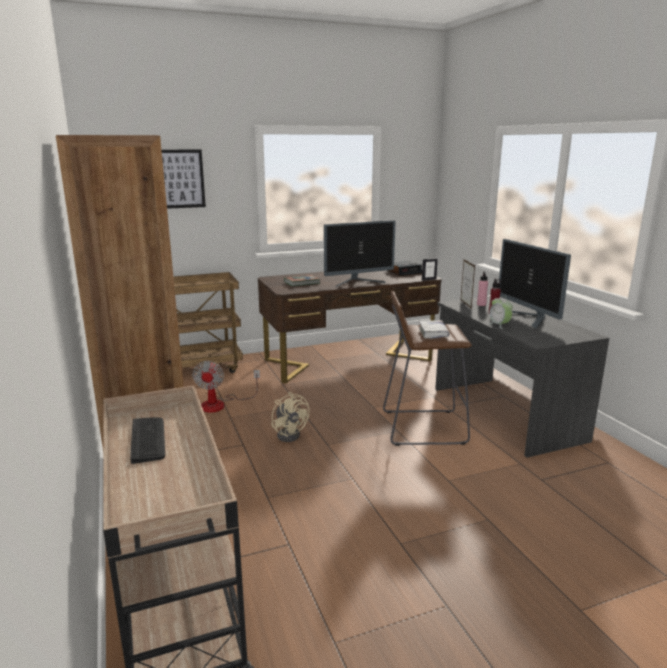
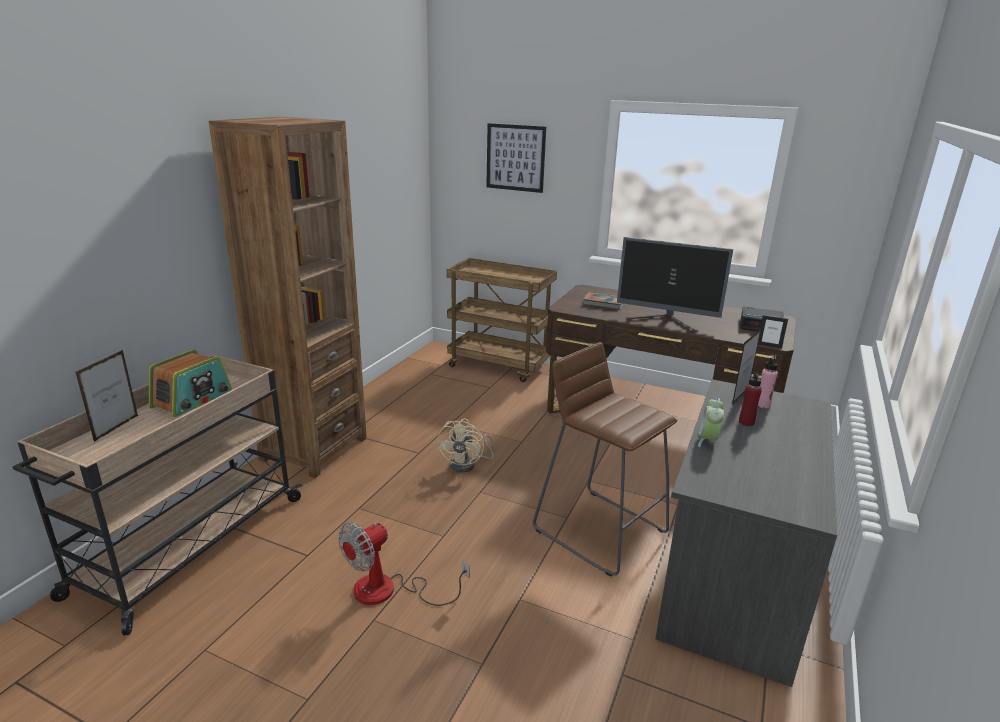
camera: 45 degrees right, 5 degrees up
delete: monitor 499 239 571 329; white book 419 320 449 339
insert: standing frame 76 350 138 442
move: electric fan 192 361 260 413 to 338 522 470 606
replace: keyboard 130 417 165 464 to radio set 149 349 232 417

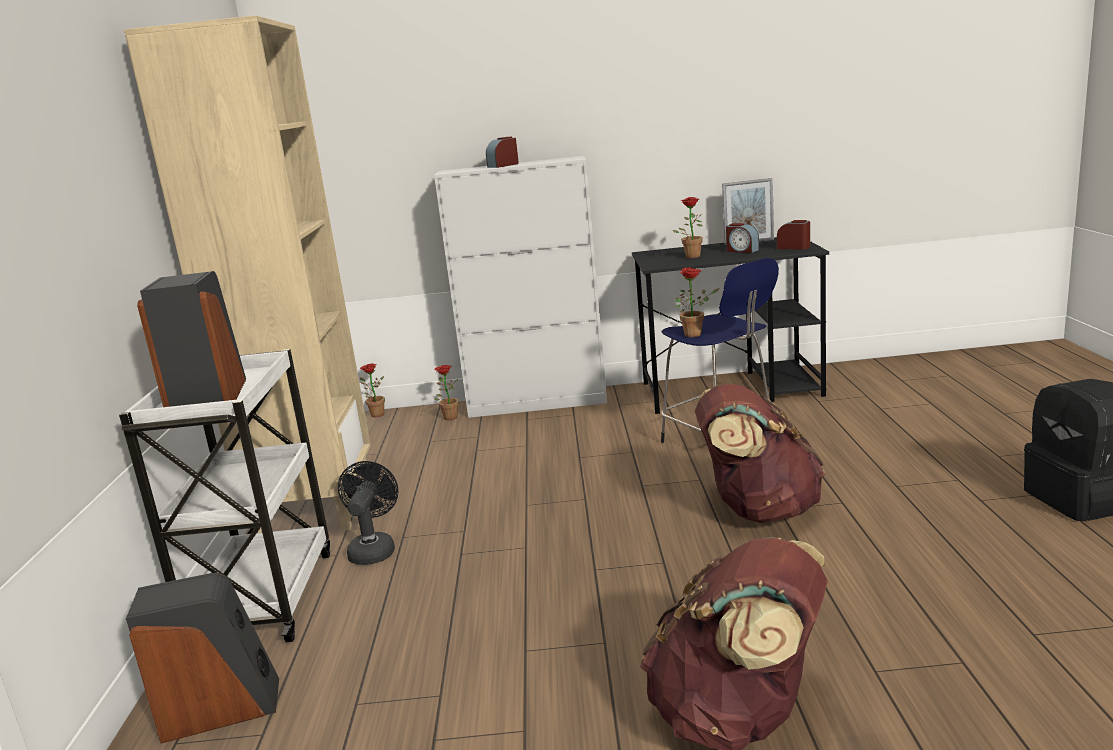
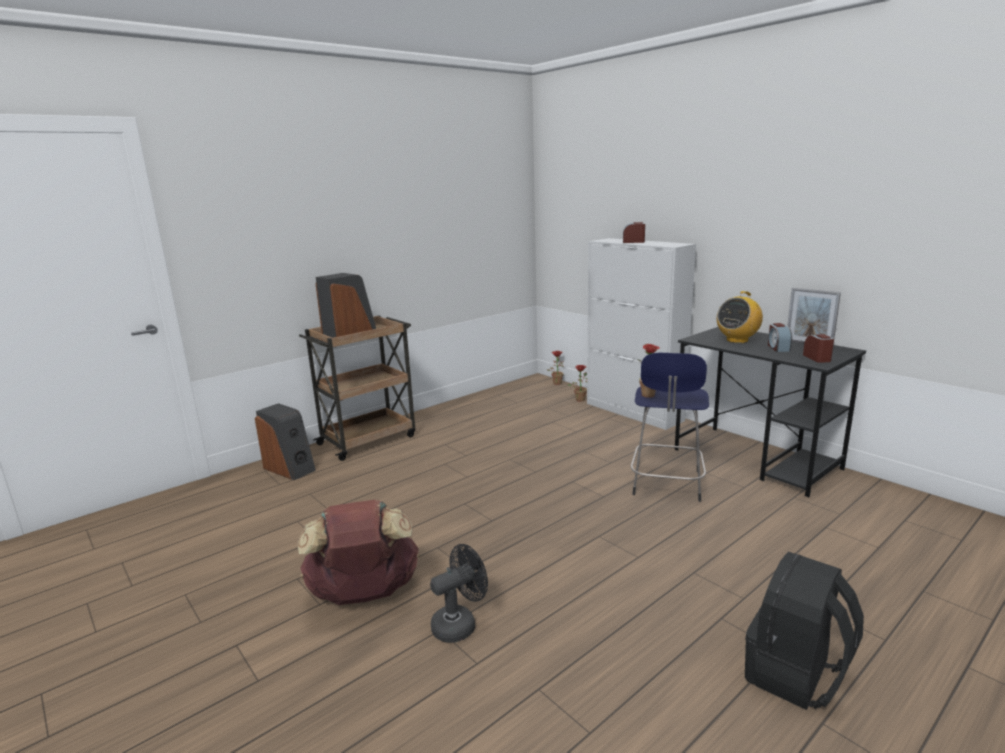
camera: 50 degrees right, 0 degrees up
delete: beige bookcase 124 15 371 533; brown backpack 695 384 825 523
move: blackish electric fan 338 461 398 565 to 430 544 488 643
replace: houseplant 673 197 703 258 to radio set 717 291 763 343
recolor: white trolley 119 349 330 642 to brown trolley 299 315 415 461

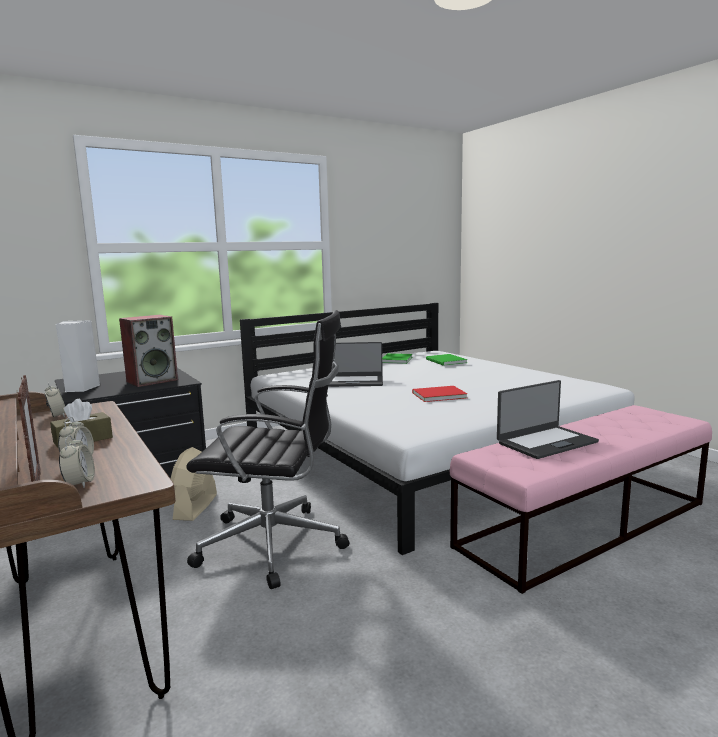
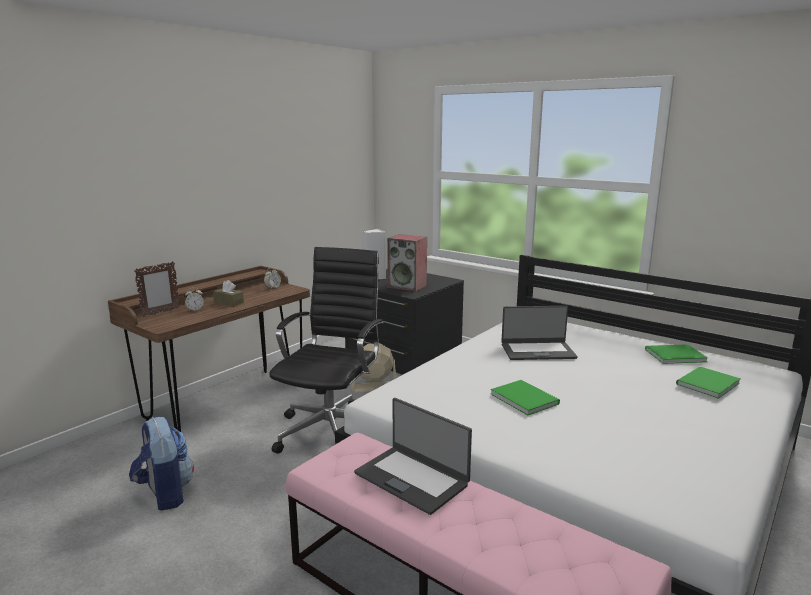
camera: 70 degrees right, 5 degrees up
delete: table clock 59 435 95 488
insert: backpack 129 417 194 510
recolor: red book 412 386 467 402 to greenish book 491 380 560 415
rotate: blackish desk chair 186 310 349 589 = 269 247 384 454 150 degrees counterclockwise; laptop 328 342 383 387 = 501 306 578 360 75 degrees counterclockwise

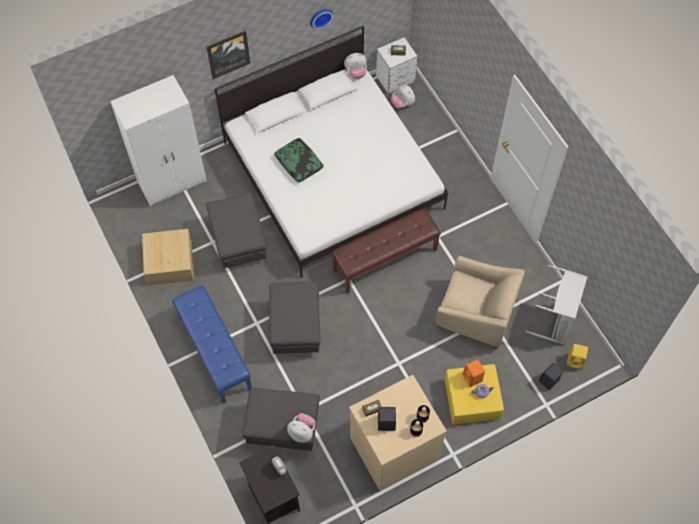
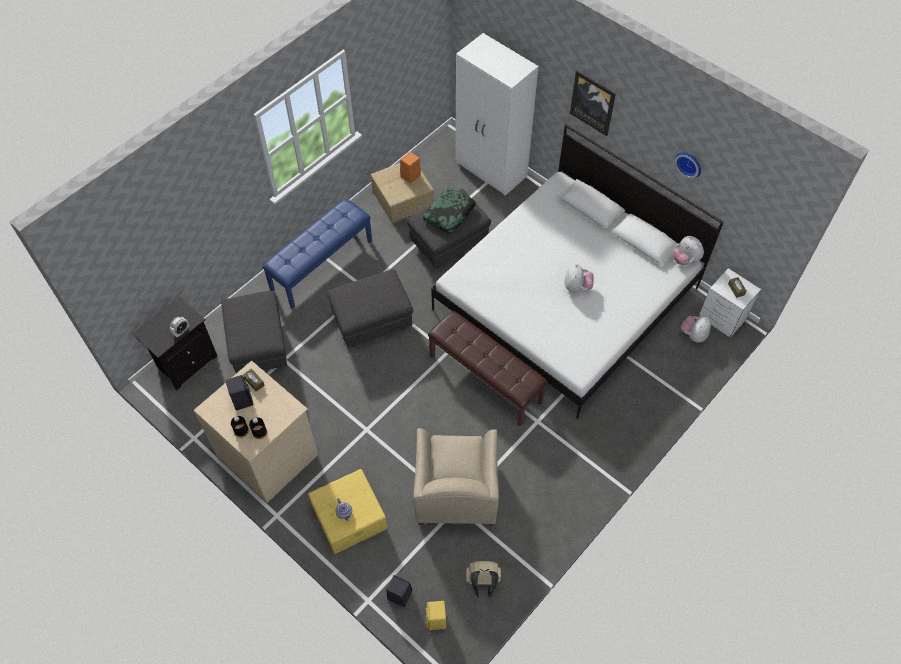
camera: 70 degrees right, 5 degrees down
move: throw pillow 274 138 324 182 to 422 188 477 233; orangey speaker 463 359 485 387 to 400 152 421 183; soft toy 287 413 316 443 to 564 264 594 292
replace: grey laundry basket 526 265 588 345 to beige backpack 466 561 501 597

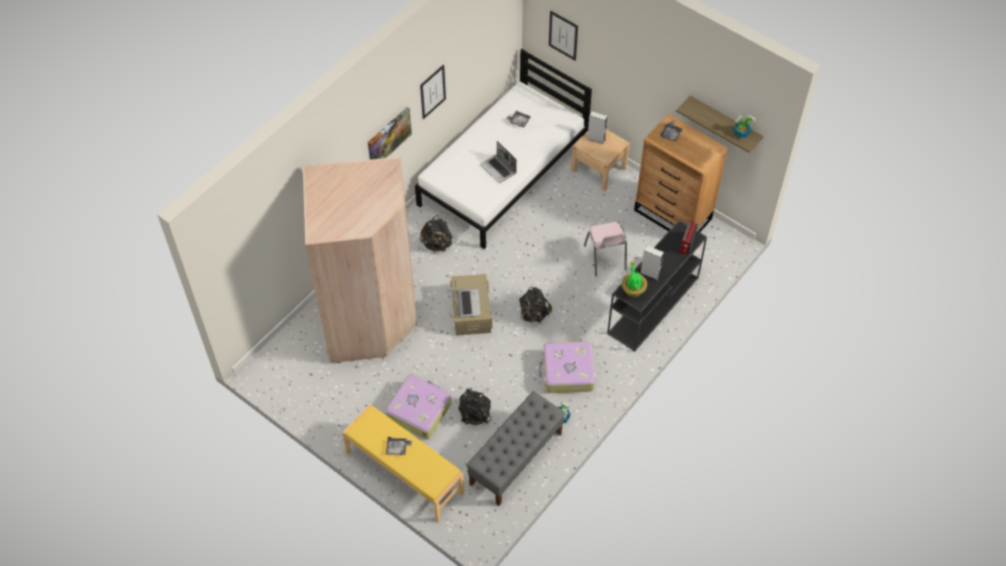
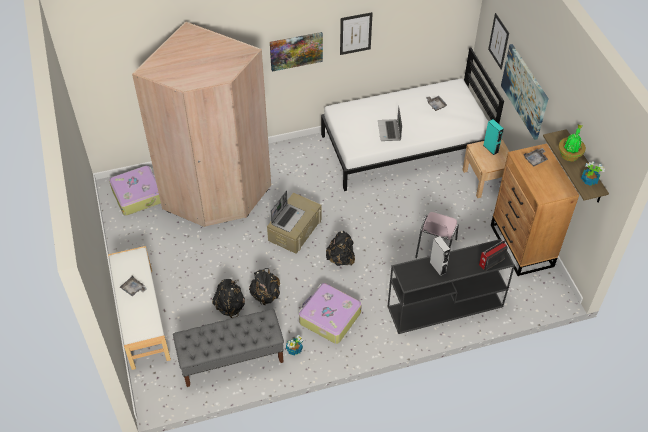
camera: 35 degrees right, 5 degrees down
insert: picture 501 44 549 140
move: blackish backpack 420 215 453 252 to 249 268 280 306; houseplant 621 261 647 297 to 558 124 586 161; travel case 386 375 452 439 to 109 166 161 216
recolor: grey speaker 587 111 607 144 to turquoise speaker 483 119 504 155; yellow-coloured long seat 342 404 464 522 to white long seat 108 246 171 370

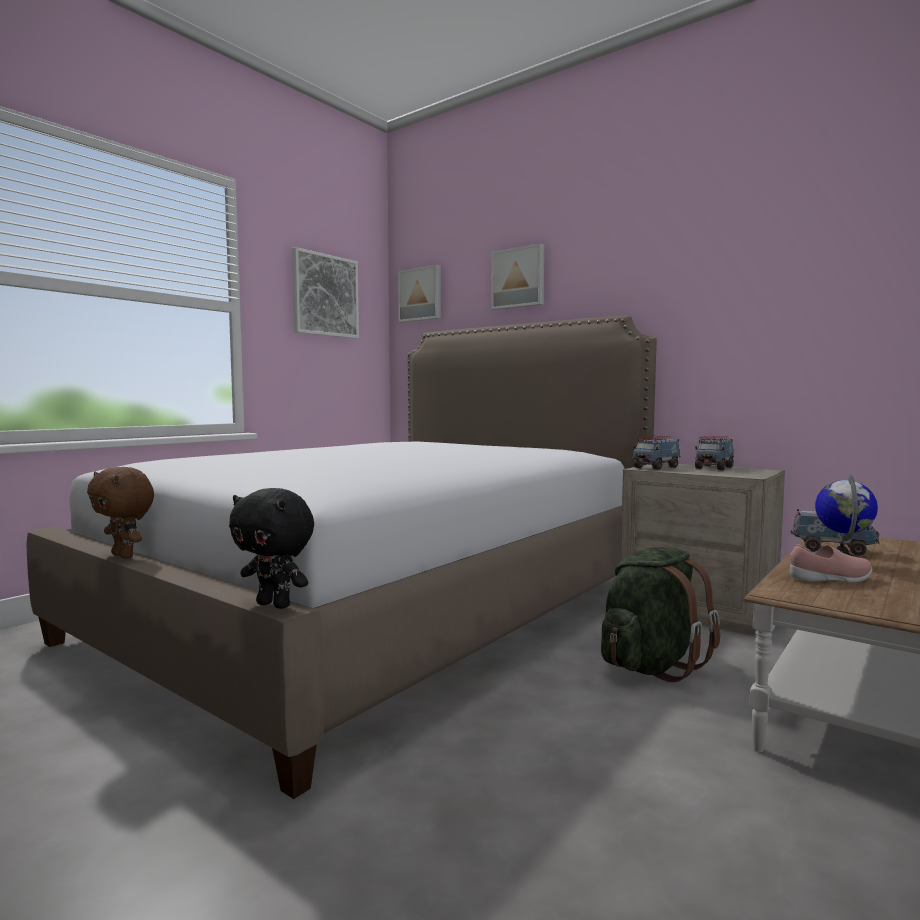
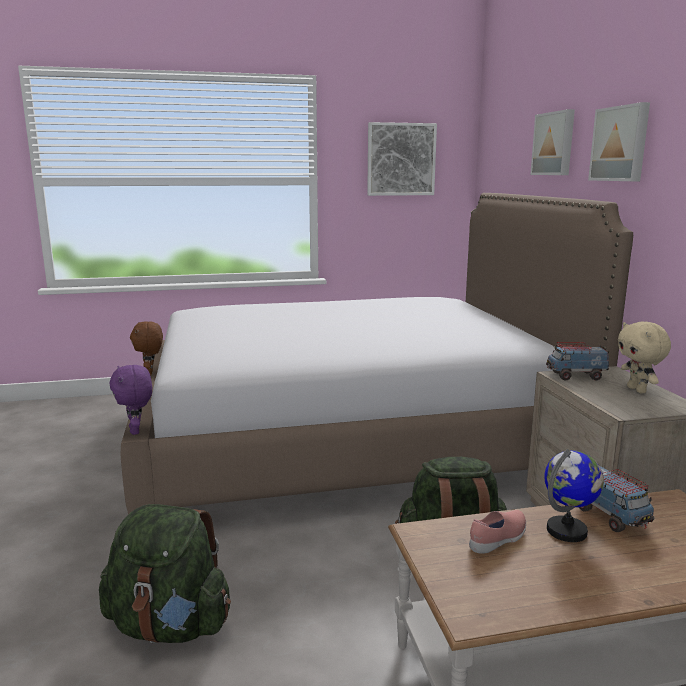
camera: 40 degrees right, 10 degrees up
insert: greenish backpack 99 504 231 643
move: picture 398 265 441 323 to 588 102 650 181
replace: model truck 695 436 734 470 to beige soft toy 618 322 671 393
recolor: blackish soft toy 229 488 314 609 to purple-coloured soft toy 110 365 152 435
rotate: pink-coloured shoe 789 544 873 583 = 469 510 526 554 75 degrees counterclockwise

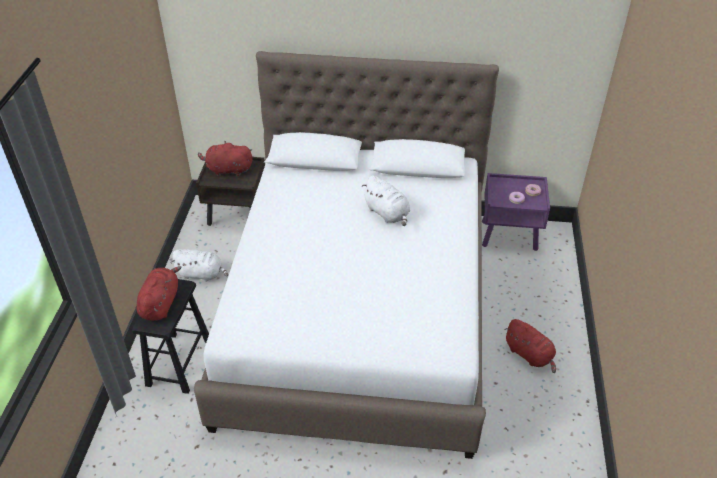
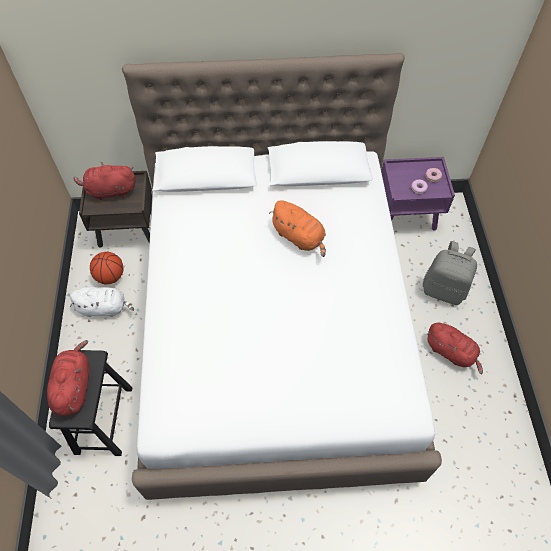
camera: 10 degrees left, 15 degrees up
insert: grey backpack 423 241 477 305; basketball ball 90 252 123 284
recolor: white soft toy 362 176 410 226 to orangey soft toy 269 200 326 257

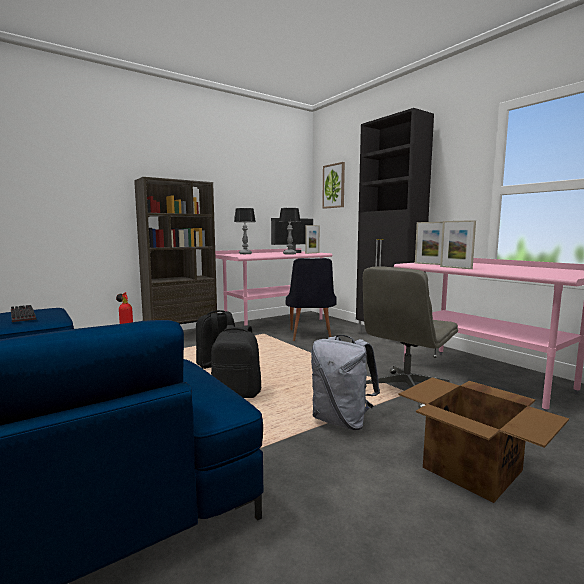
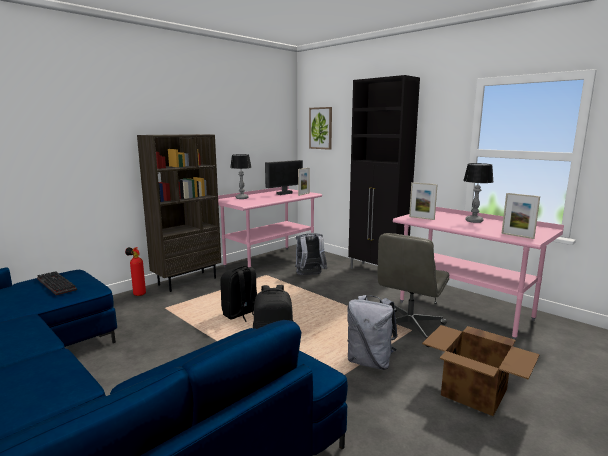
camera: 10 degrees left, 5 degrees up
move: lamp for a table 279 208 301 255 to 463 163 493 223; standing frame 440 220 476 269 to 501 193 540 239
replace: blackish chair 286 258 337 341 to grey backpack 295 233 327 275

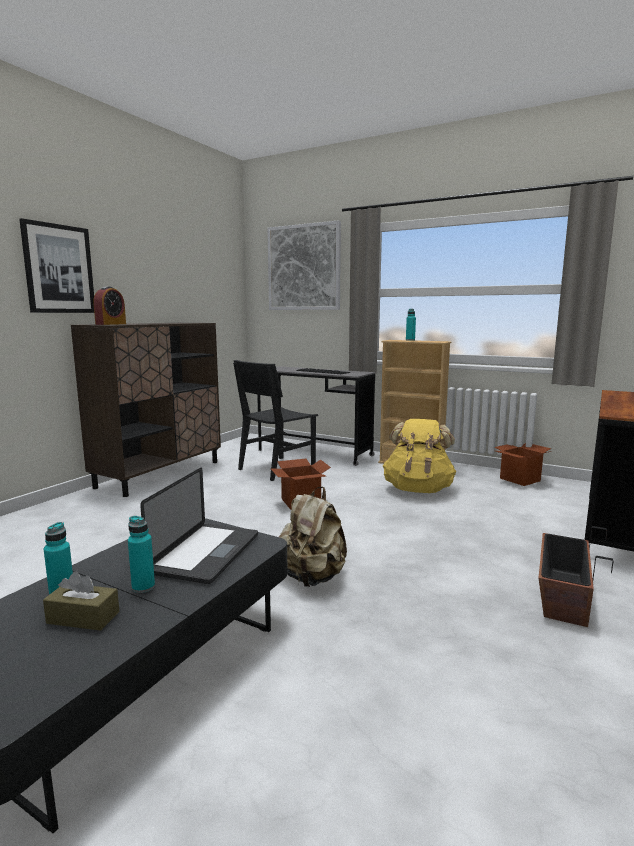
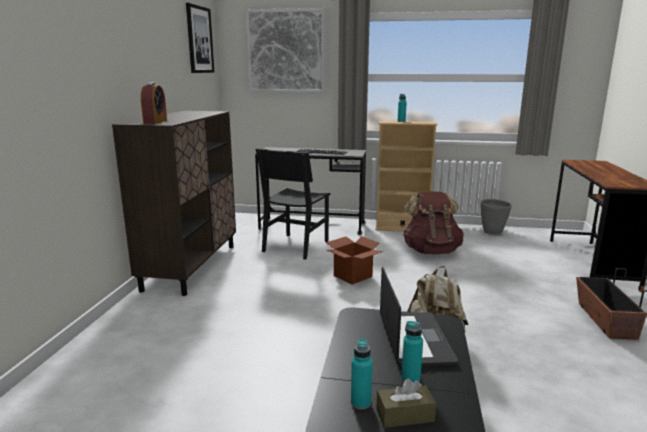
camera: 20 degrees left, 5 degrees up
move: picture 19 218 94 313 to 186 3 214 73
replace: packing box 494 443 551 486 to grey flower pot 481 199 512 234
recolor: yellow-coloured backpack 383 419 456 493 to brown backpack 403 192 464 254

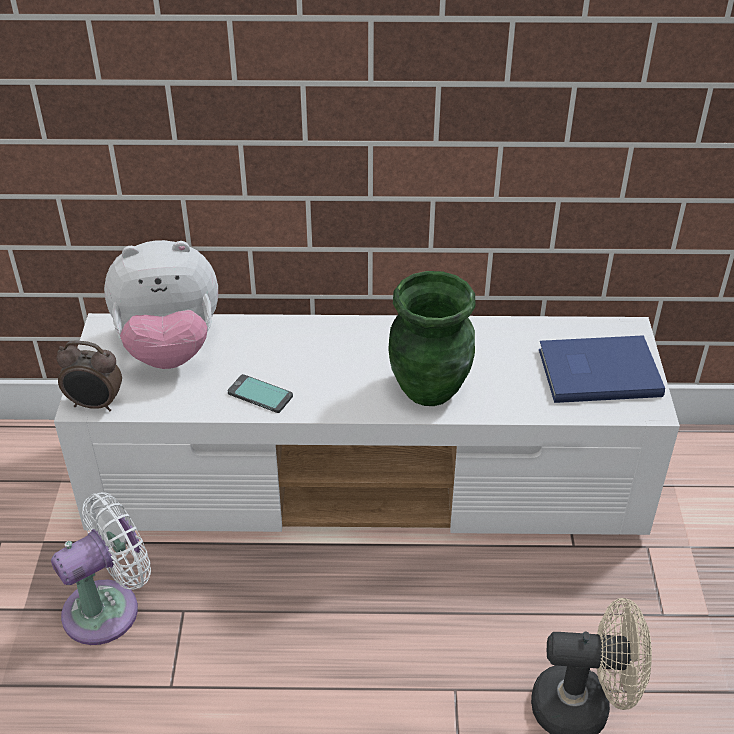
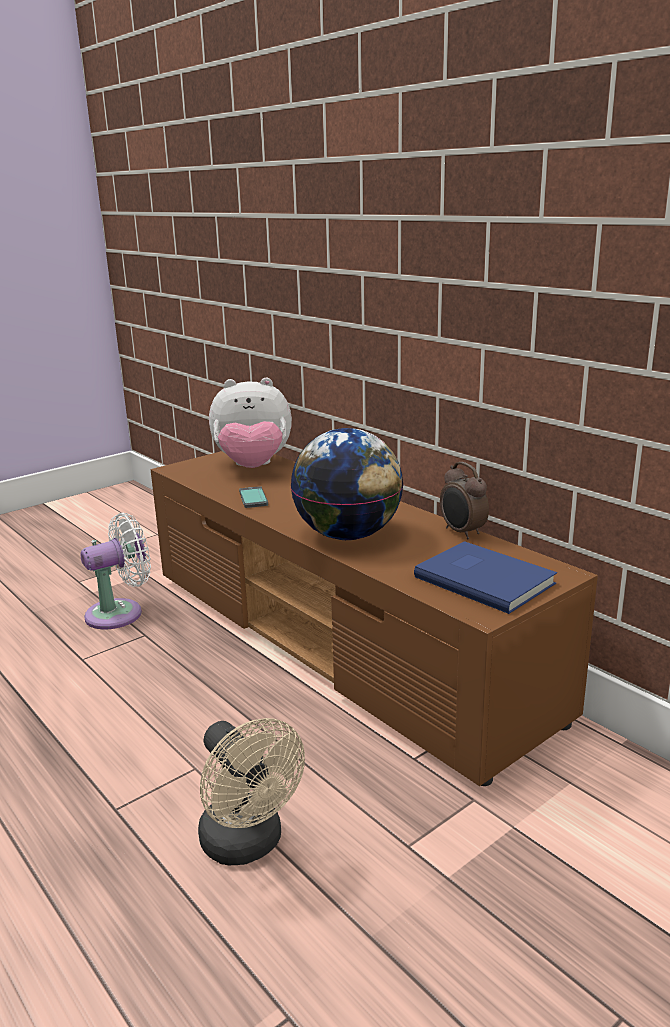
camera: 50 degrees right, 20 degrees down
move: table clock 57 341 122 412 to 440 462 489 539
replace: greenish vase 388 271 476 406 to globe 290 428 404 540
recolor: white tv stand 54 313 680 535 to brown tv stand 150 451 598 786
rotate: soft toy 104 240 218 369 = 209 377 292 468 45 degrees counterclockwise; white electric fan 51 492 151 645 = 80 513 151 629 45 degrees counterclockwise

